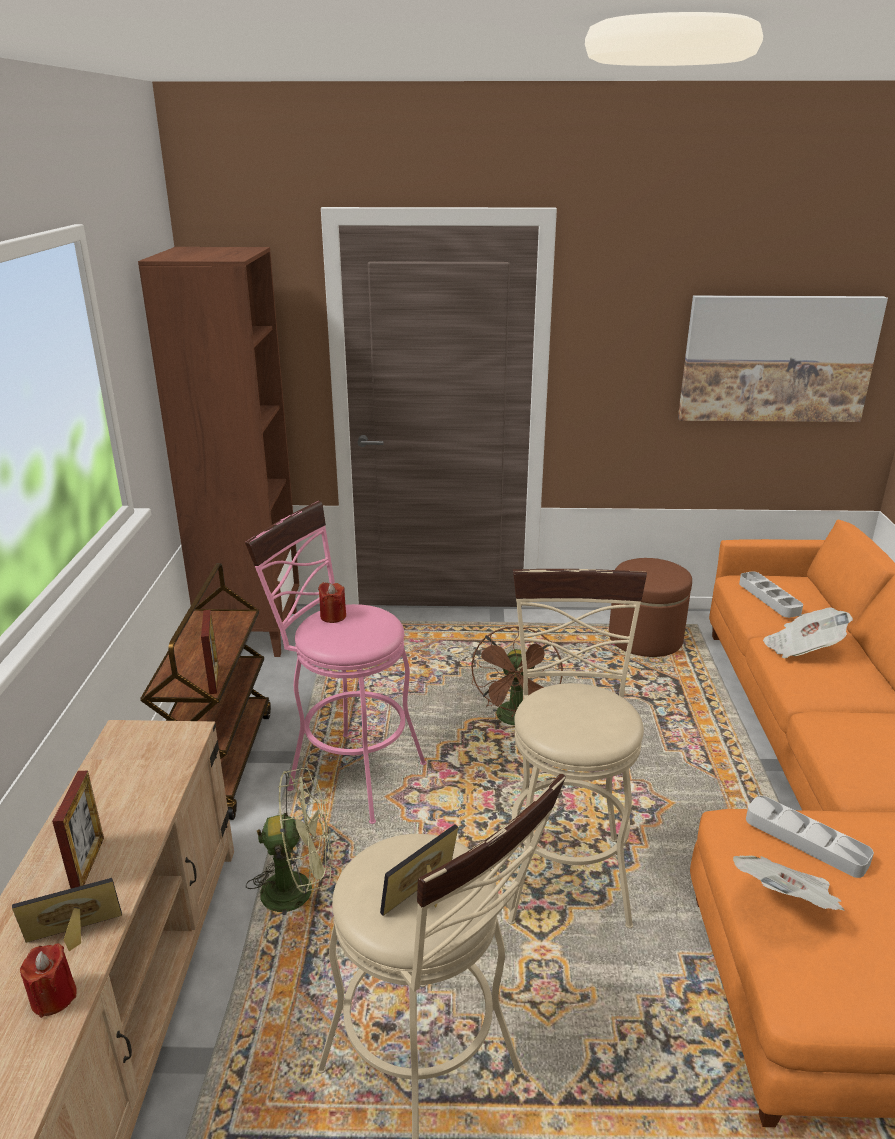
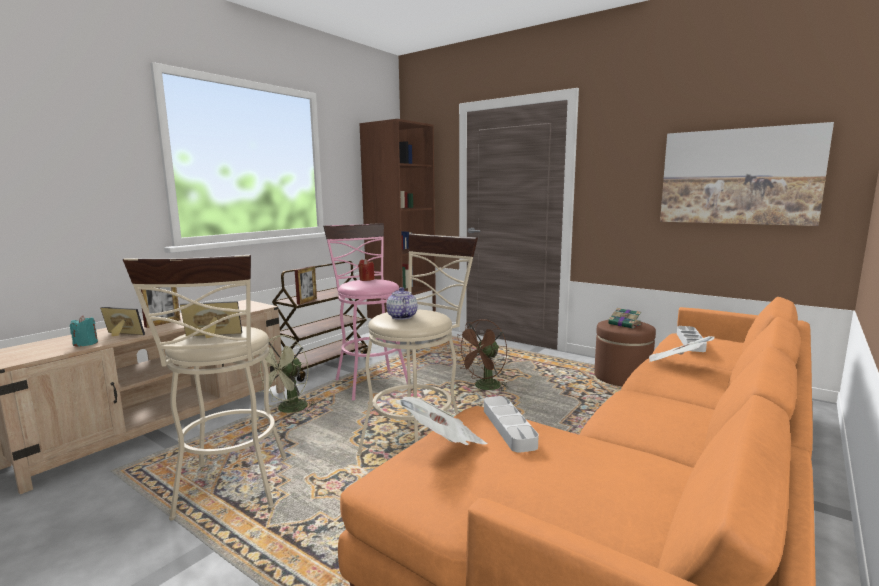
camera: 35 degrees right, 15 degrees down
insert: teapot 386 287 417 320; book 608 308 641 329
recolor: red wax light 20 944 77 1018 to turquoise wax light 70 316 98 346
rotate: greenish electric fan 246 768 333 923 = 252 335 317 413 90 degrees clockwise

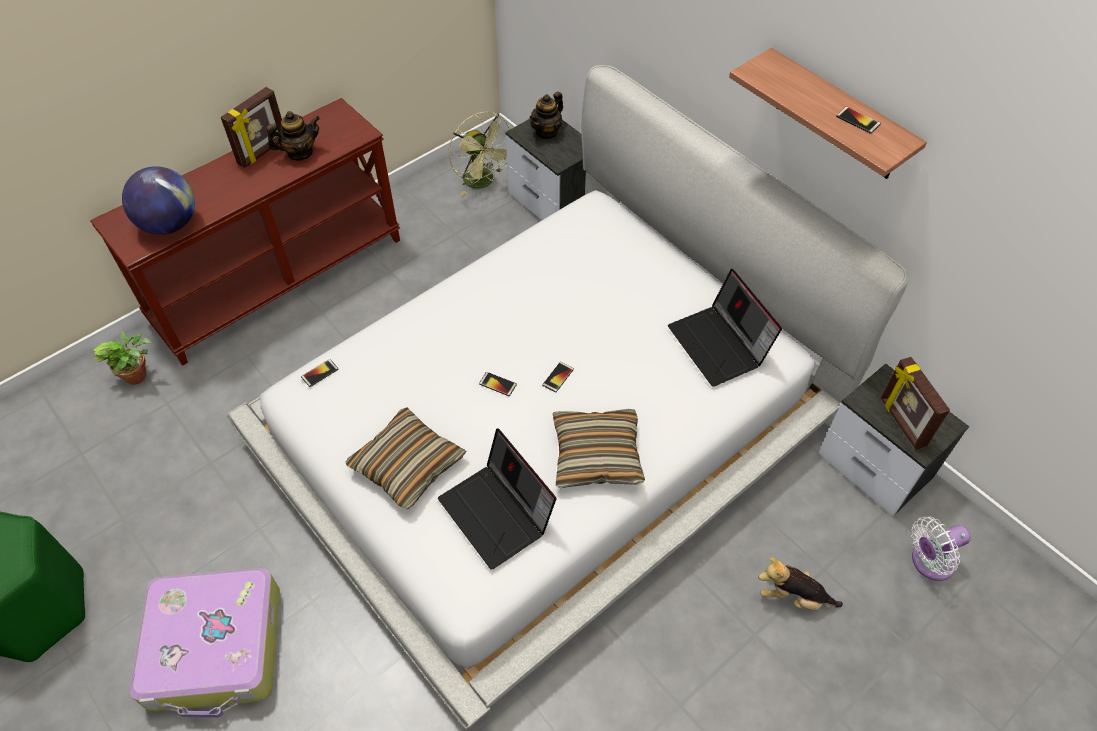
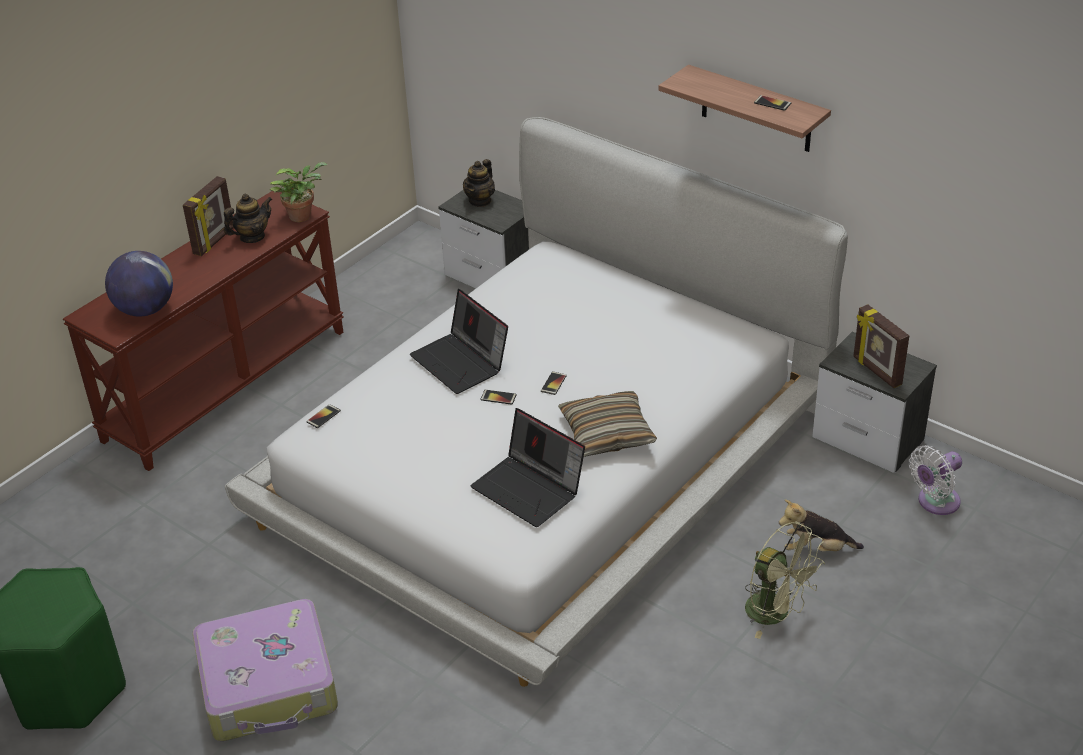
camera: 10 degrees left, 15 degrees down
delete: throw pillow 346 407 467 510
move: greenish electric fan 449 112 512 196 to 745 521 825 639; laptop 668 268 782 386 to 410 289 508 394; houseplant 93 332 152 385 to 270 162 327 222

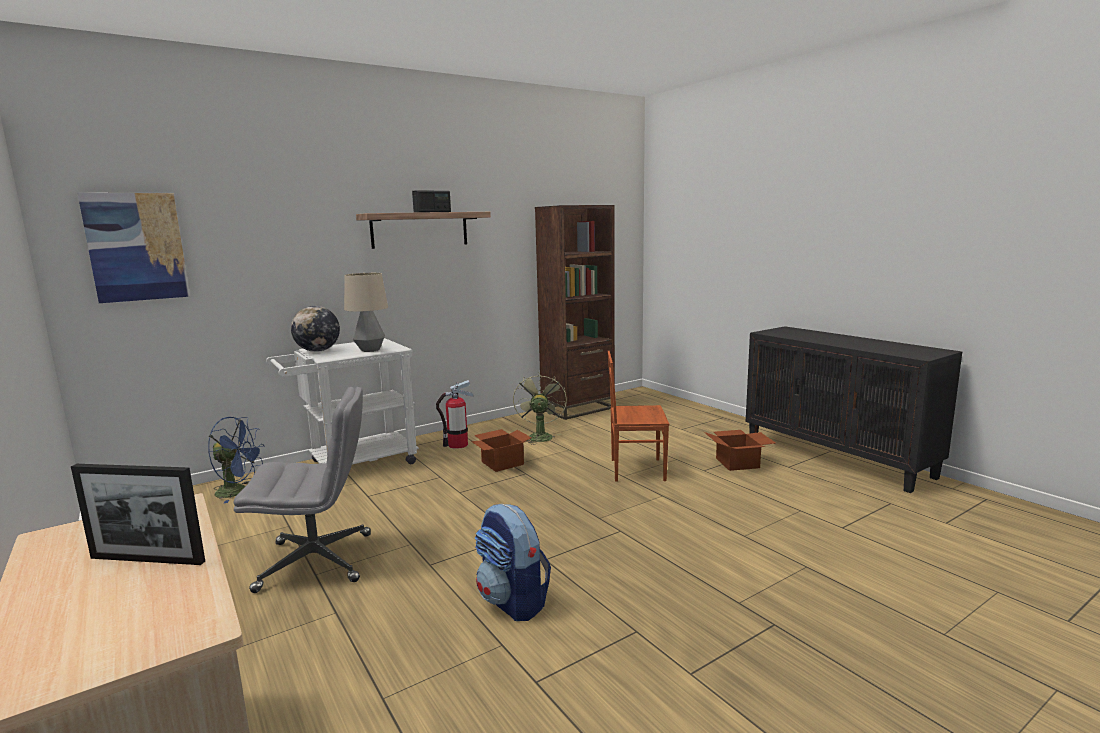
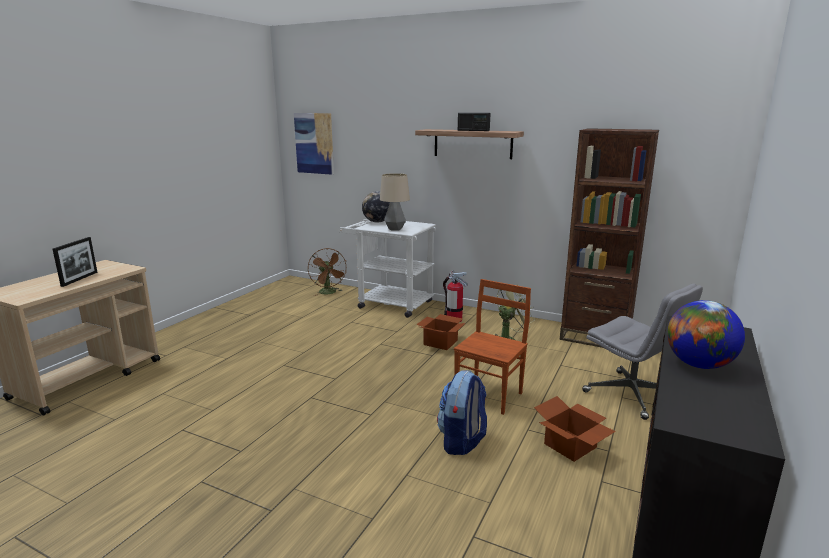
camera: 60 degrees right, 5 degrees up
insert: globe 667 300 745 369
move: grey desk chair 233 387 371 593 to 582 283 703 420; backpack 475 504 551 621 to 437 371 487 455
recolor: bluish electric fan 208 417 265 503 to brown electric fan 308 248 347 296
rotate: brown chair 607 351 669 482 = 454 279 531 415 60 degrees clockwise; standing frame 71 464 205 565 = 53 237 98 287 150 degrees counterclockwise

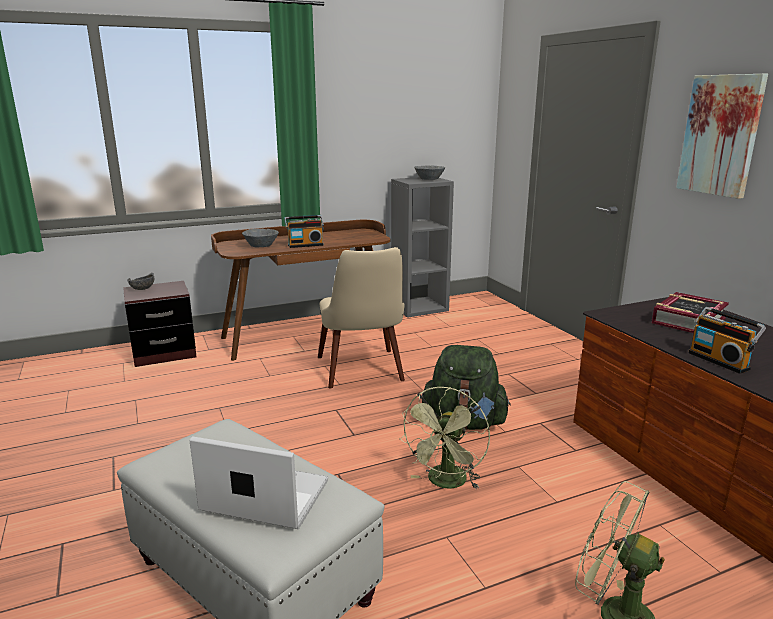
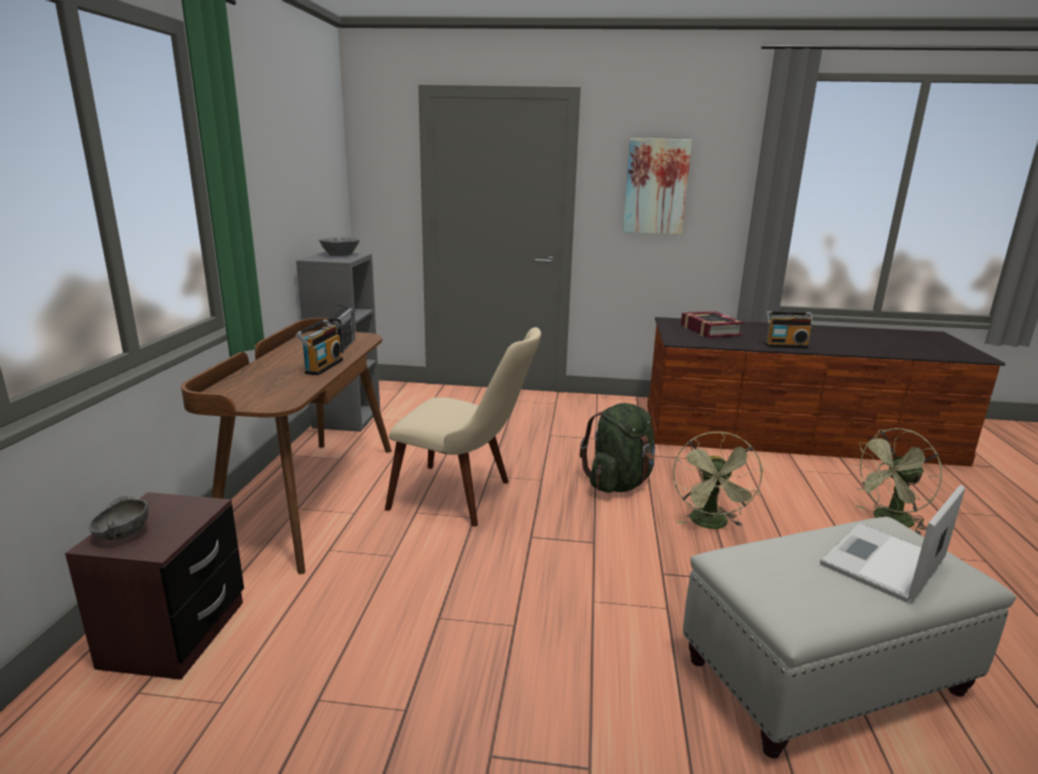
camera: 60 degrees left, 0 degrees up
delete: grey serving bowl 242 229 279 247
insert: radio set 328 303 355 353
rotate: greenish electric fan 399 387 490 489 = 673 432 764 529 45 degrees clockwise

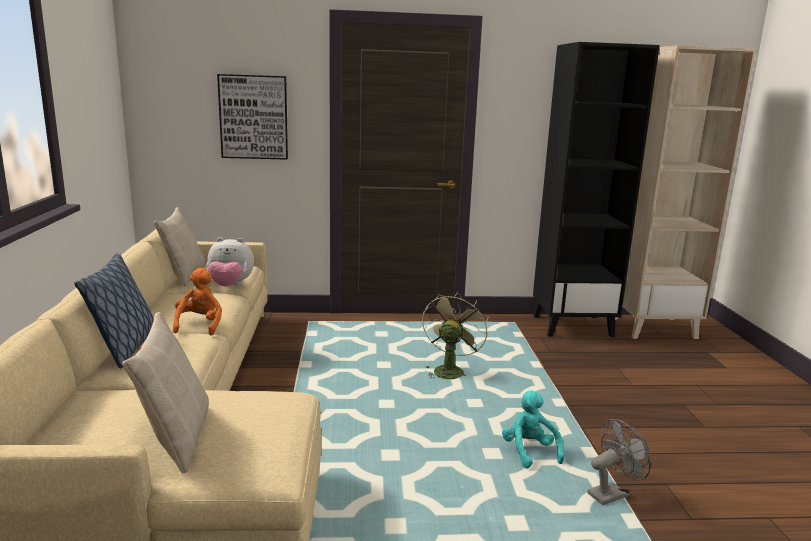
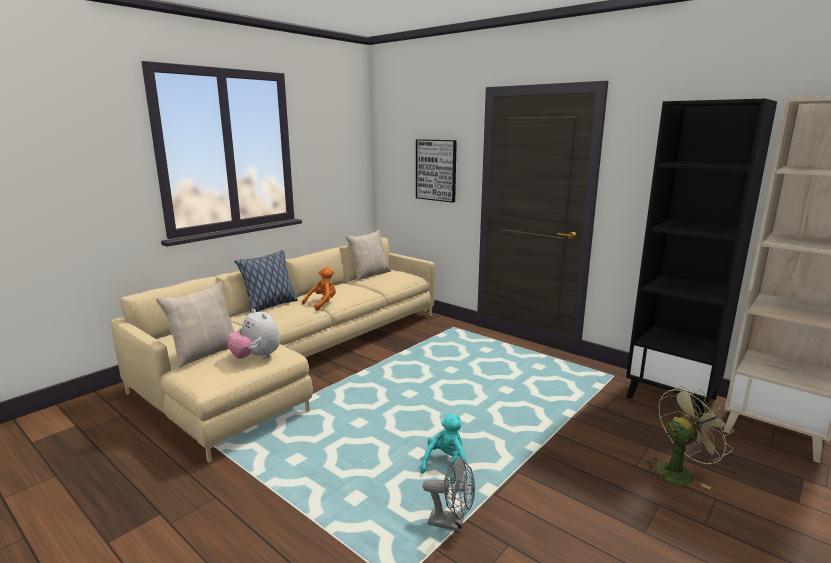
camera: 45 degrees right, 0 degrees up
move: soft toy 207 237 254 287 to 227 309 280 359; greenish electric fan 422 292 488 379 to 645 386 734 489

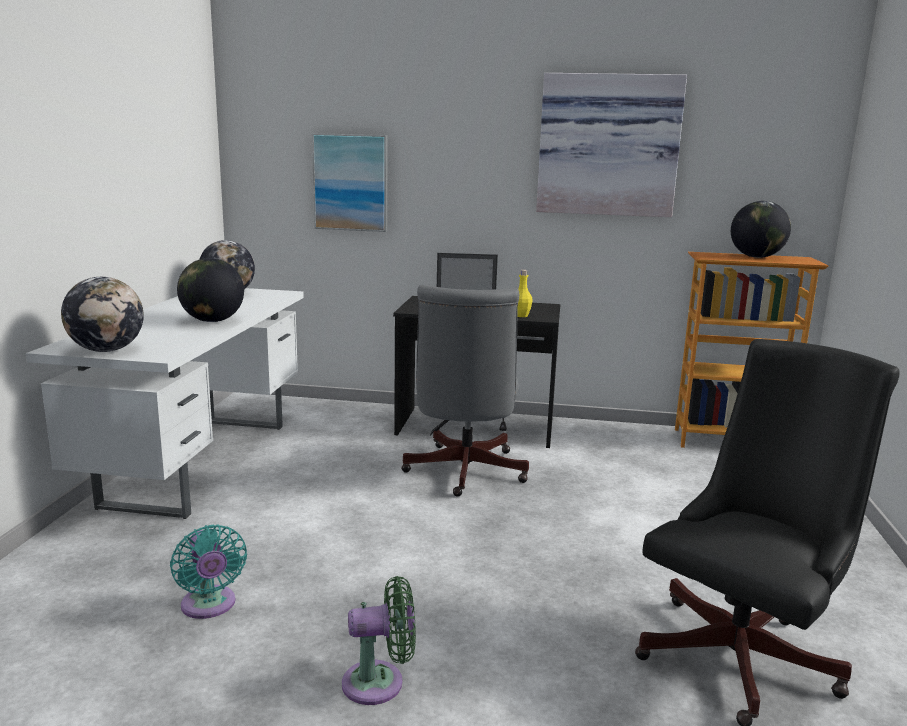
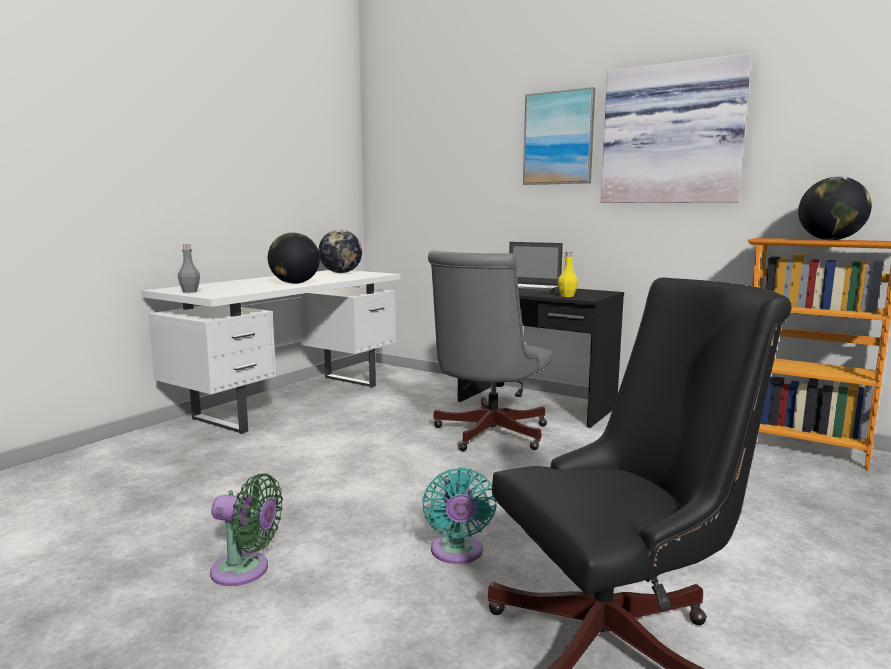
camera: 25 degrees right, 5 degrees down
move: picture 312 133 387 232 to 523 87 595 185; turquoise electric fan 170 524 247 619 to 422 468 497 564
replace: globe 61 277 144 352 to grey drink bottle 178 244 200 293

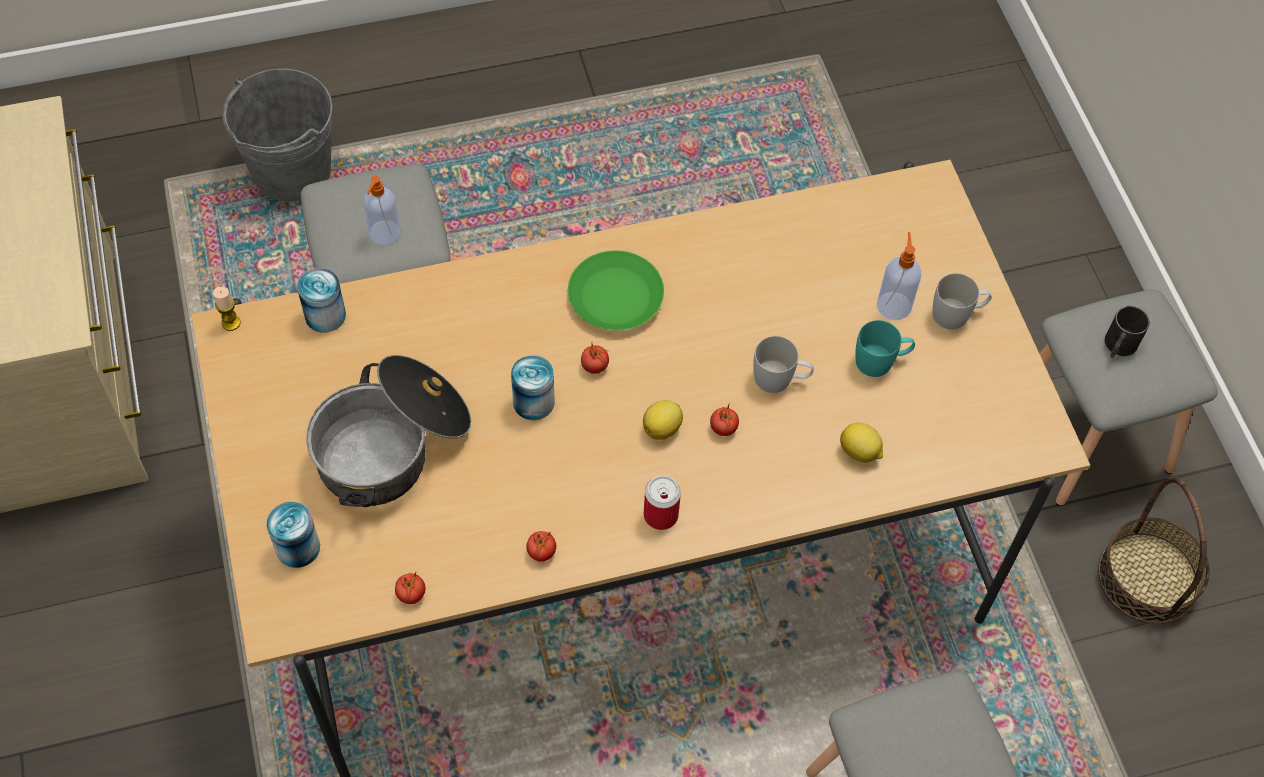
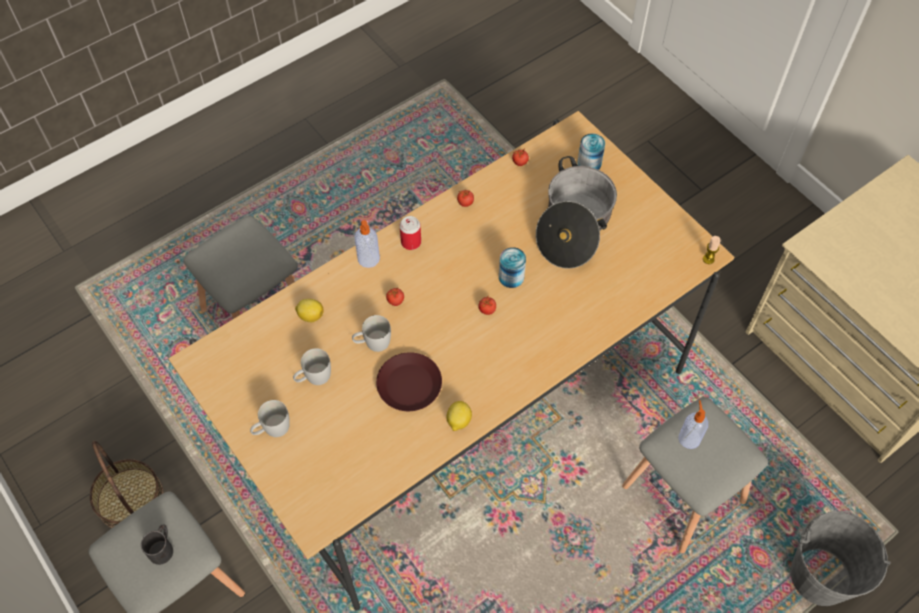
camera: 160 degrees right, 0 degrees up
delete: greenish dinner plate 568 251 664 330; sealed can 297 268 346 333
insert: brown dinner plate 376 352 442 411
move: soap dispenser 877 232 921 320 to 354 220 380 268; whole lemon 643 400 683 440 to 446 401 472 431
recolor: turquoise tea mug 855 320 915 377 to white tea mug 293 348 331 385

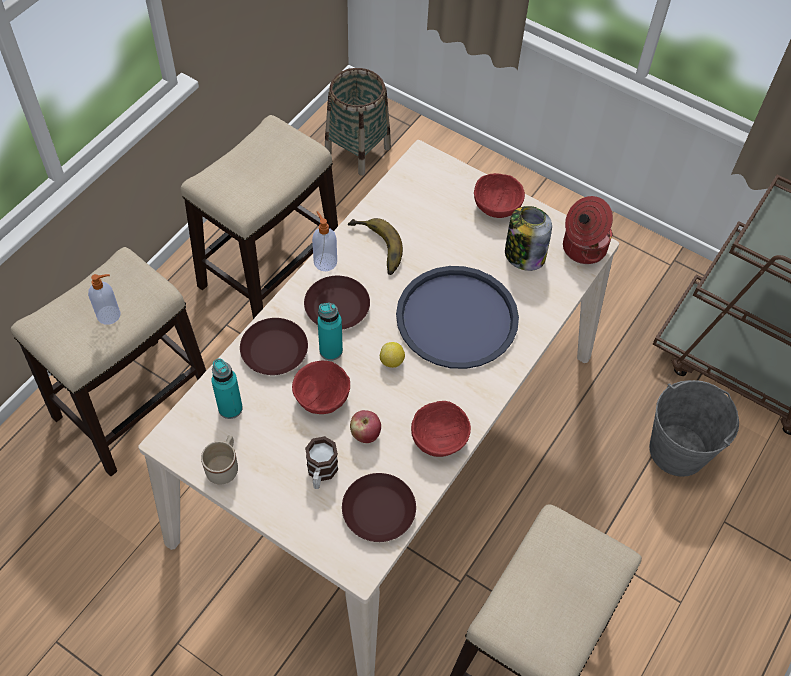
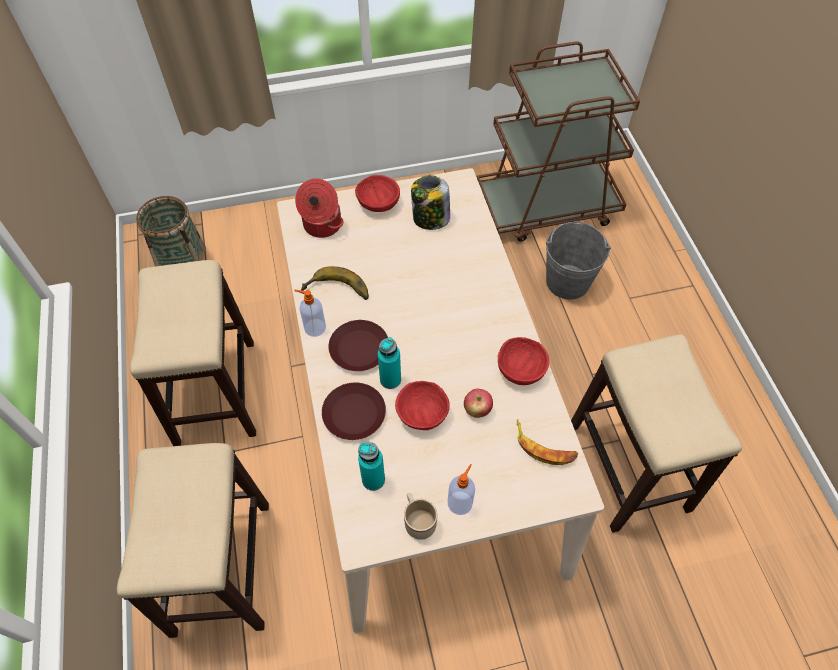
camera: 45 degrees left, 0 degrees up
delete: bluish serving tray 396 266 519 369; whole lemon 380 342 405 368; tea mug 305 436 338 489
move: cooking pot 563 196 613 264 to 295 178 343 238; soap dispenser 88 274 121 325 to 448 464 475 515
replace: brown dinner plate 342 473 416 542 to banana fruit 517 419 578 465

